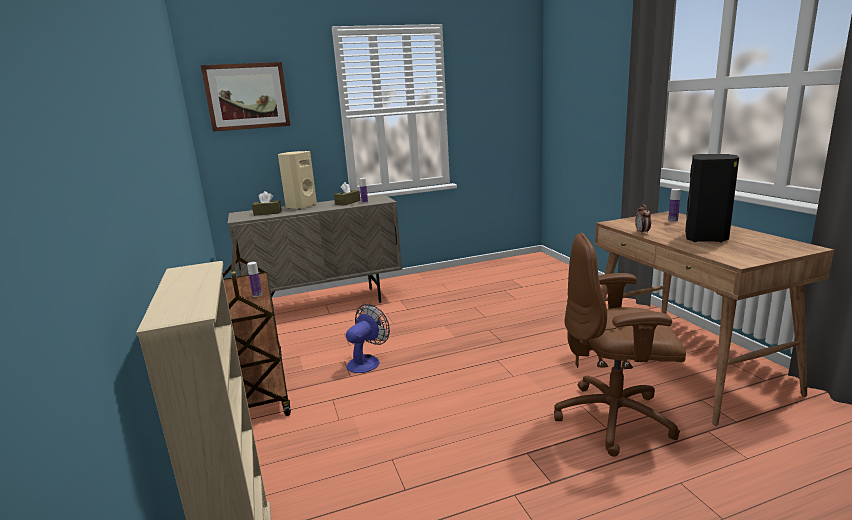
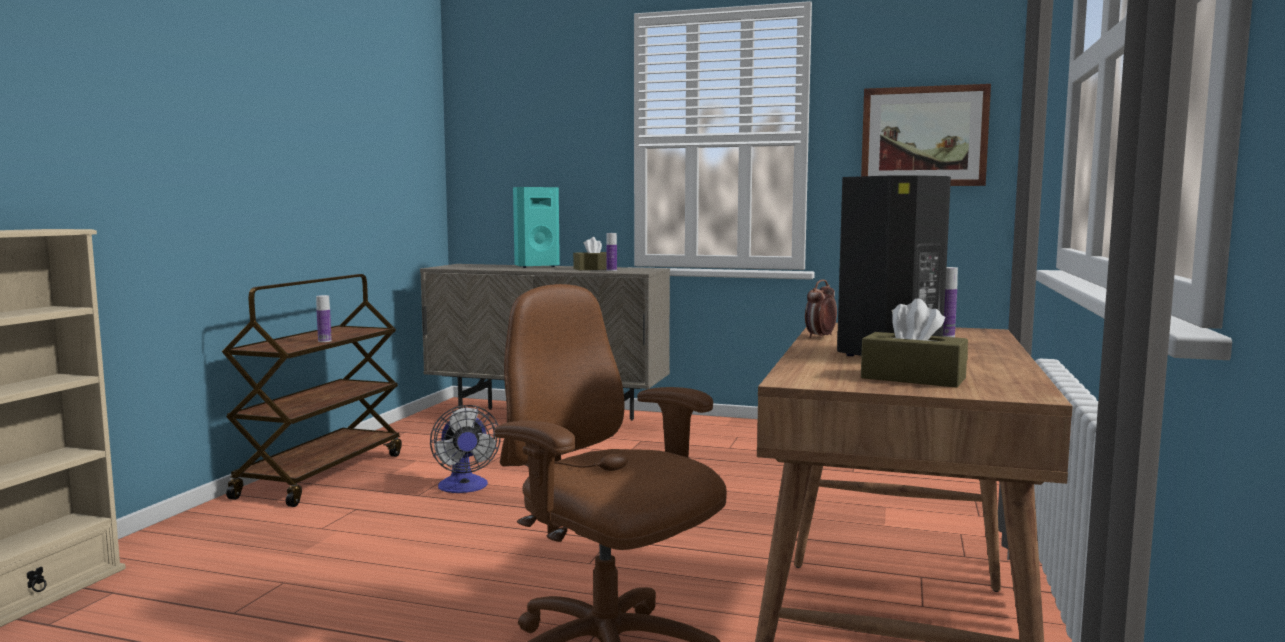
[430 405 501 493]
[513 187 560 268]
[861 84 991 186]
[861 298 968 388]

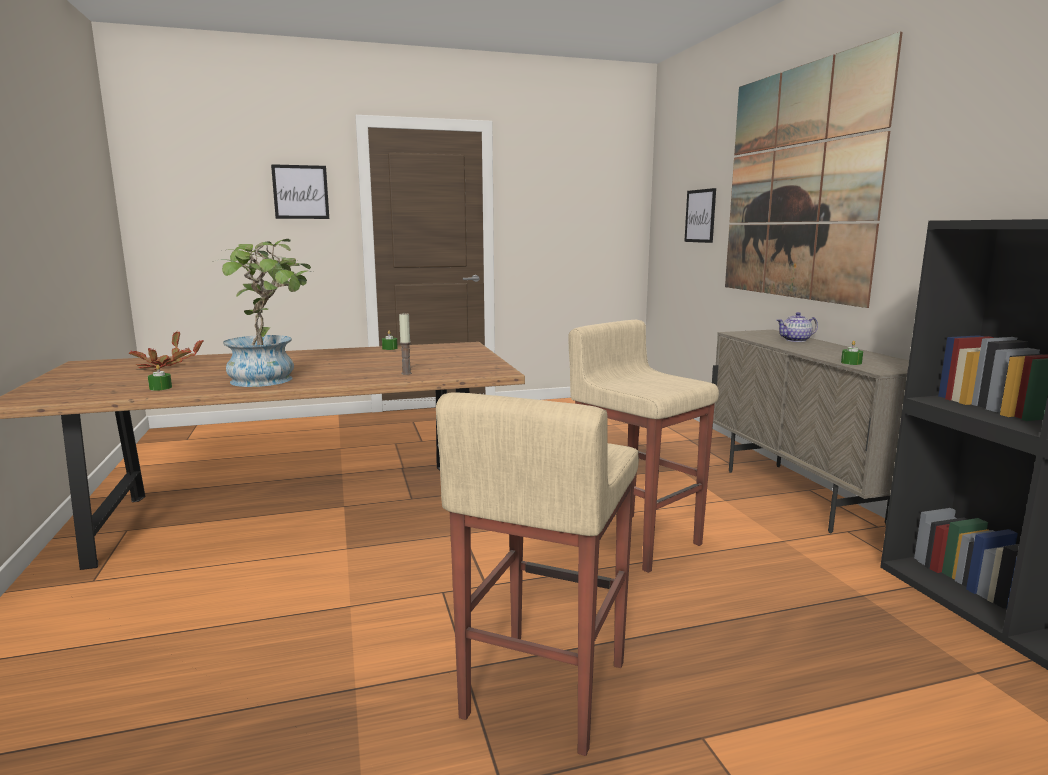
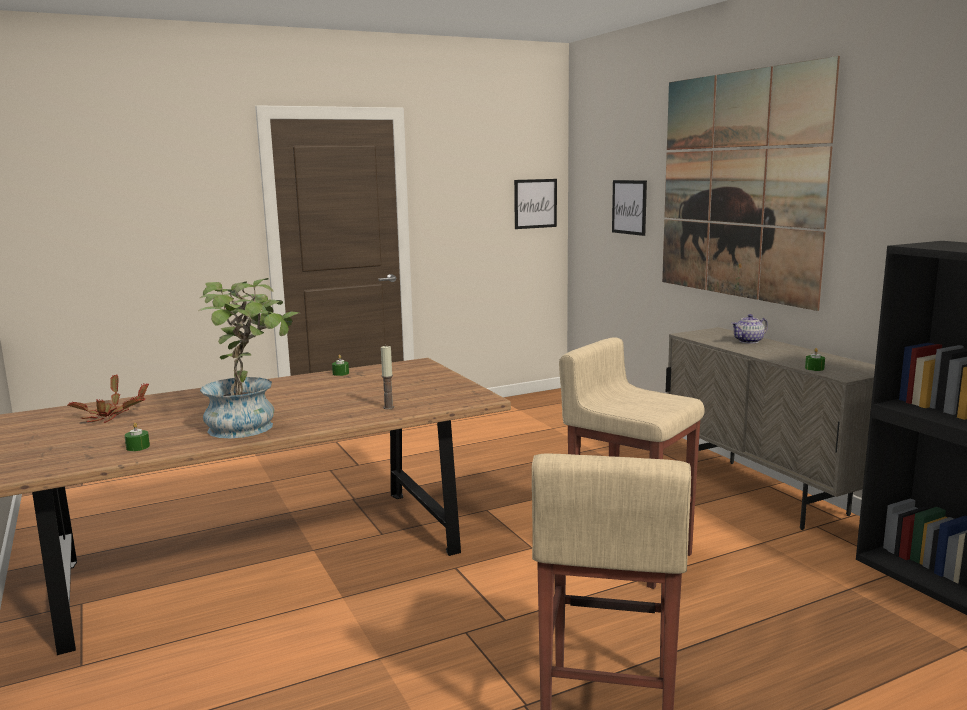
[514 179 557 229]

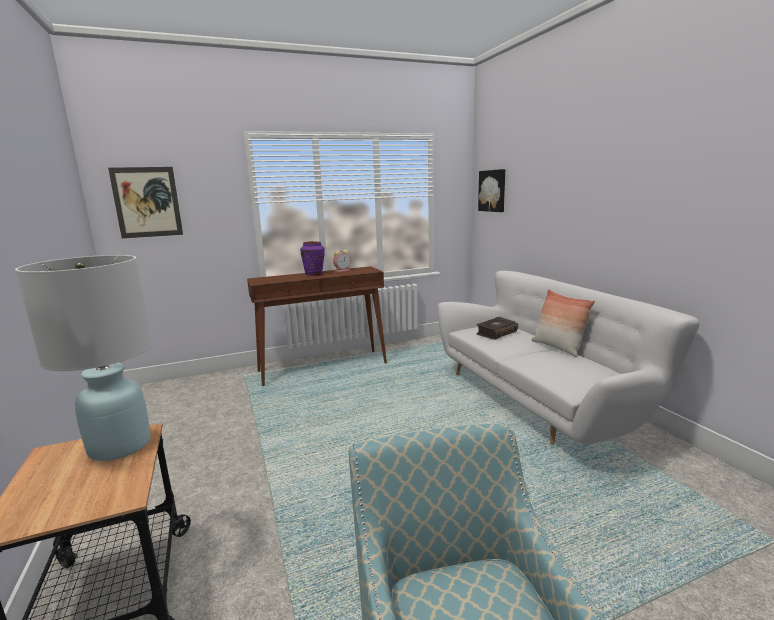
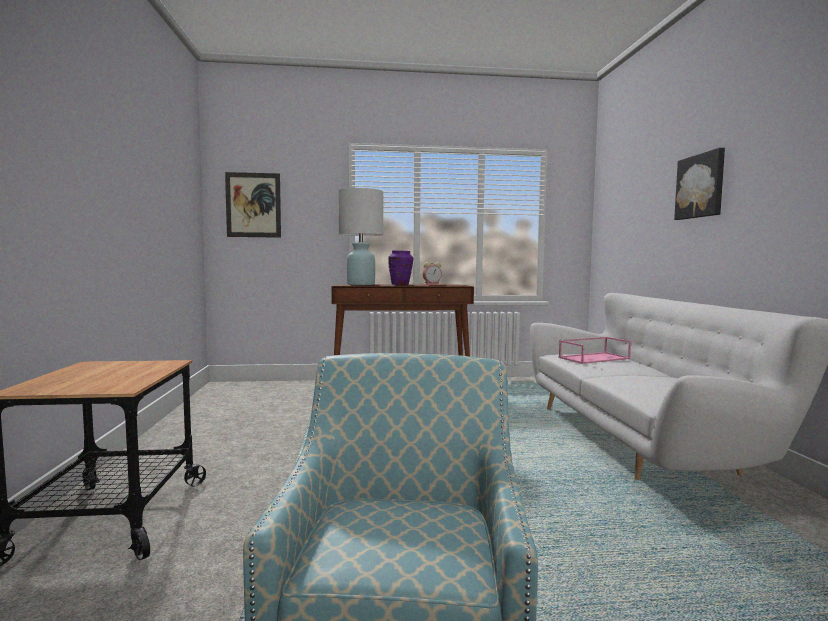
[338 188 383 285]
[559 337 631 364]
[674 148 725 220]
[531 289 595 357] (first image)

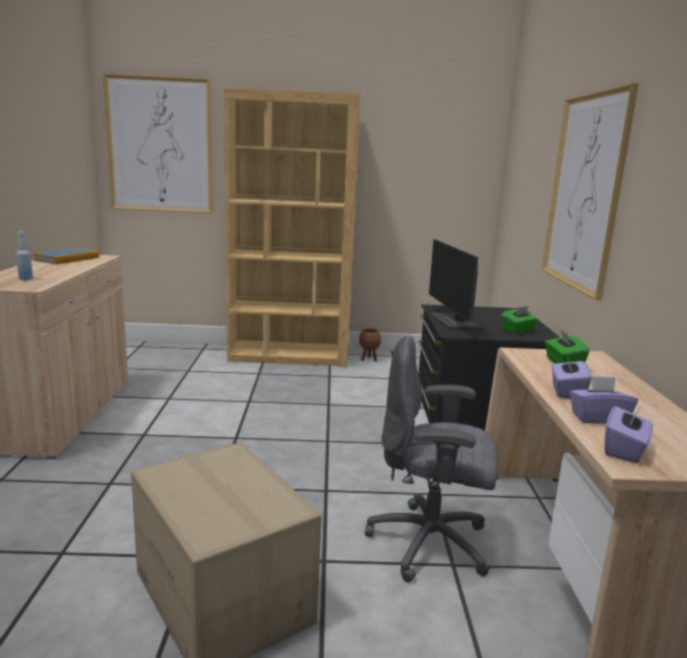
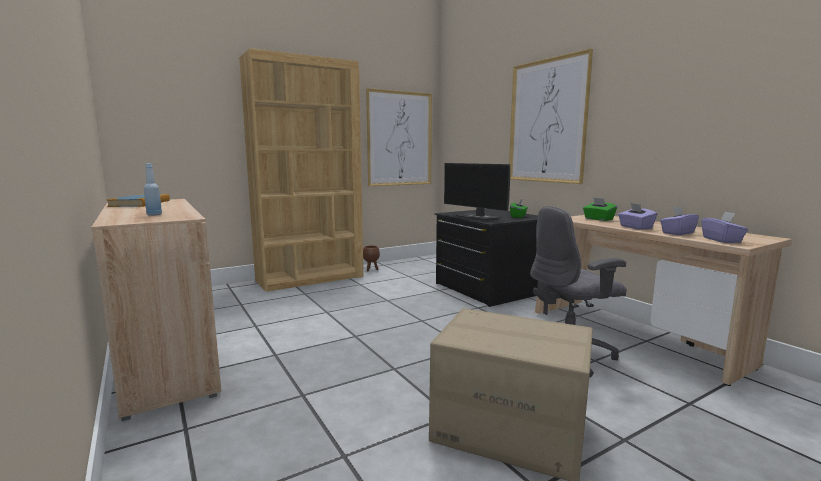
[366 88 432 186]

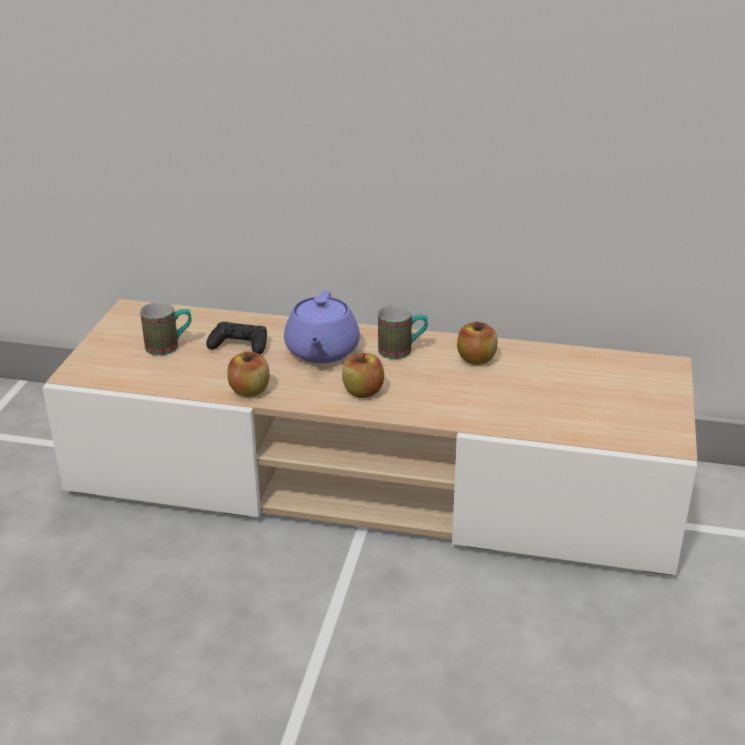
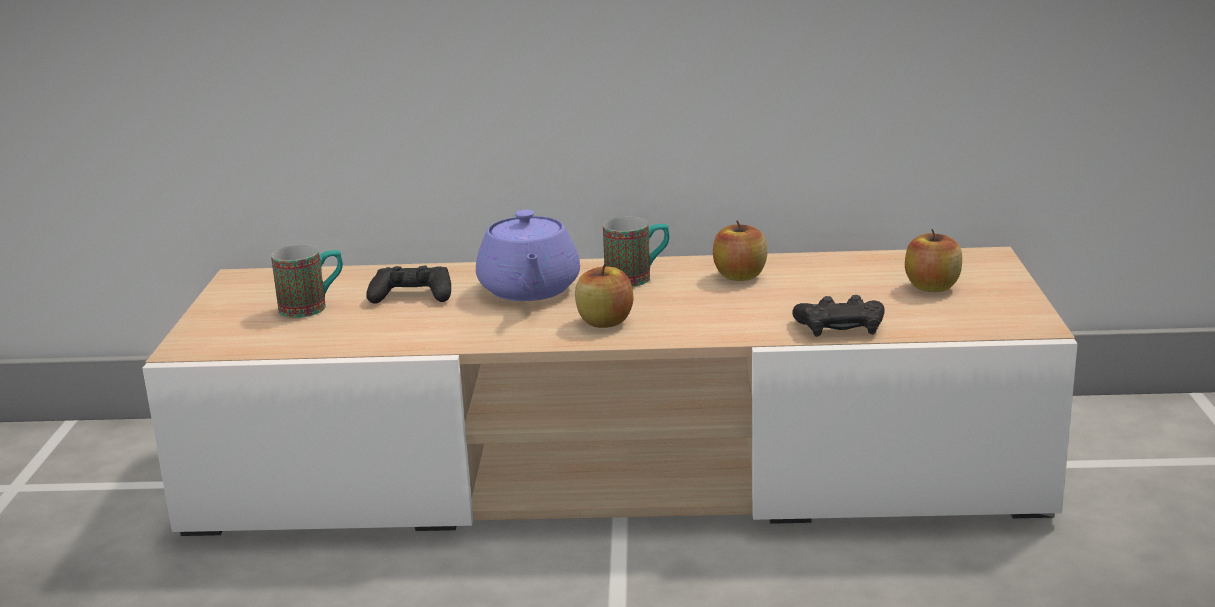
[792 295 885 337]
[905 229 962 292]

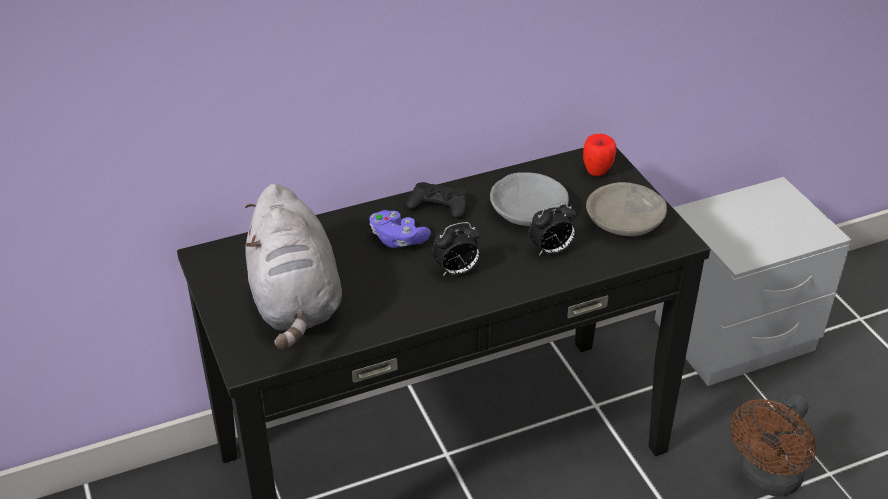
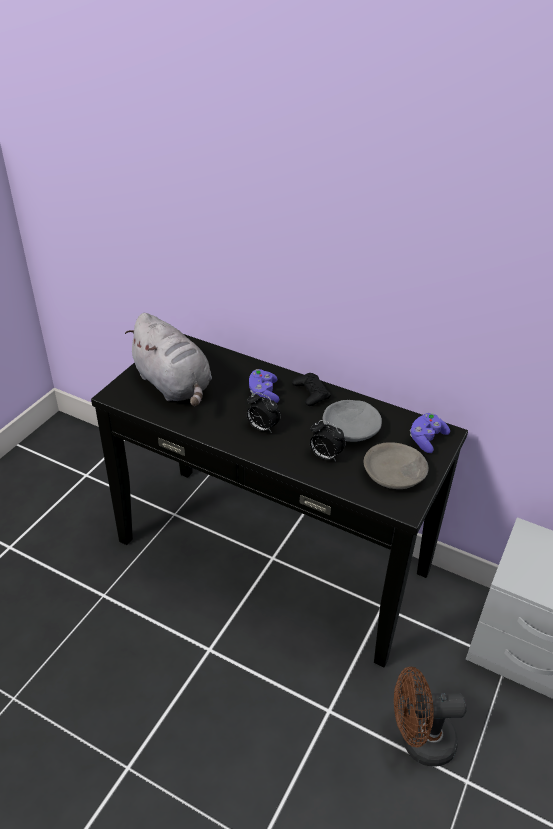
[125 313 212 407]
[410 413 450 453]

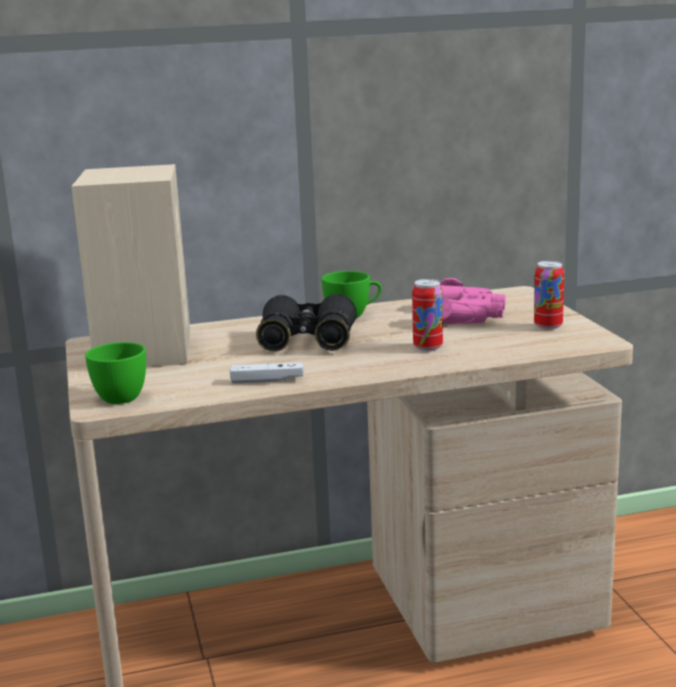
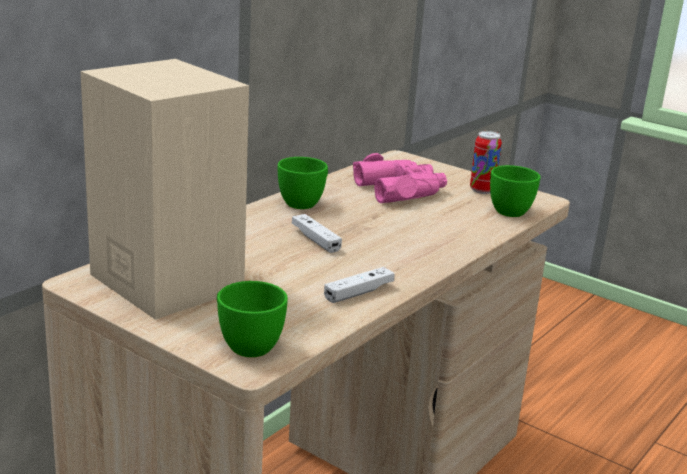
[292 214 342 253]
[490 165 541 217]
[412 279 443 351] (first image)

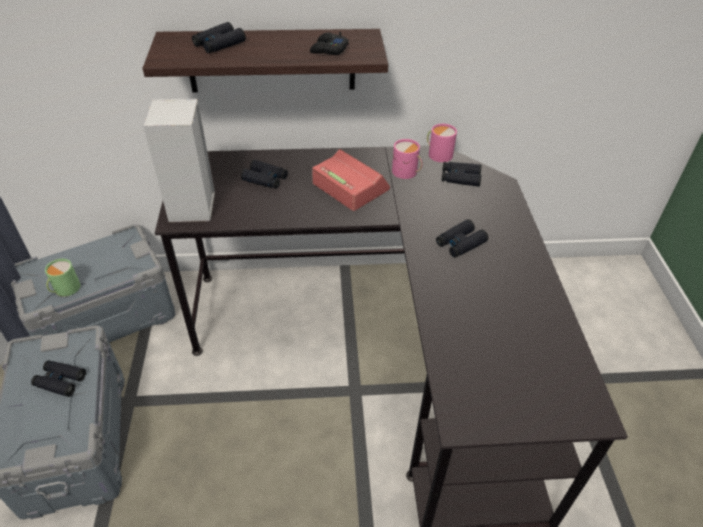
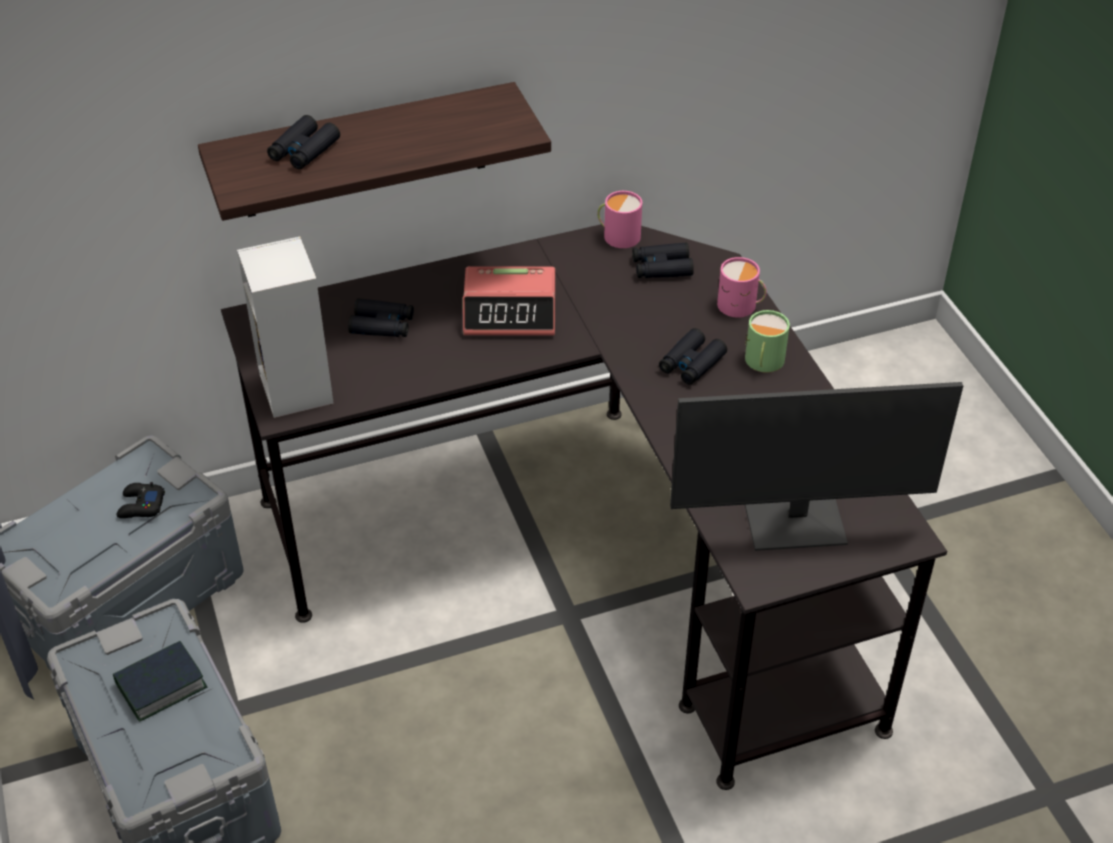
[113 641 207 722]
[117 482 165 518]
[463 266 555 336]
[670 382 963 551]
[717 257 767 318]
[745 310 790 373]

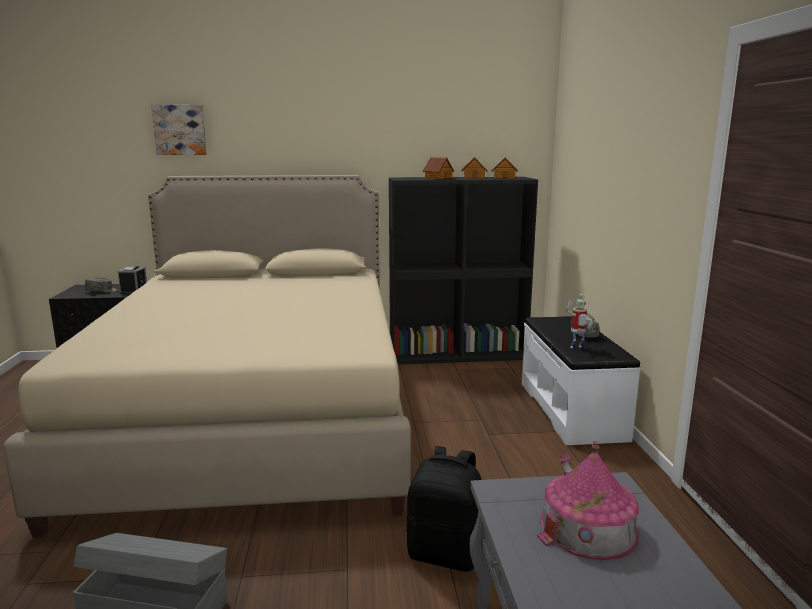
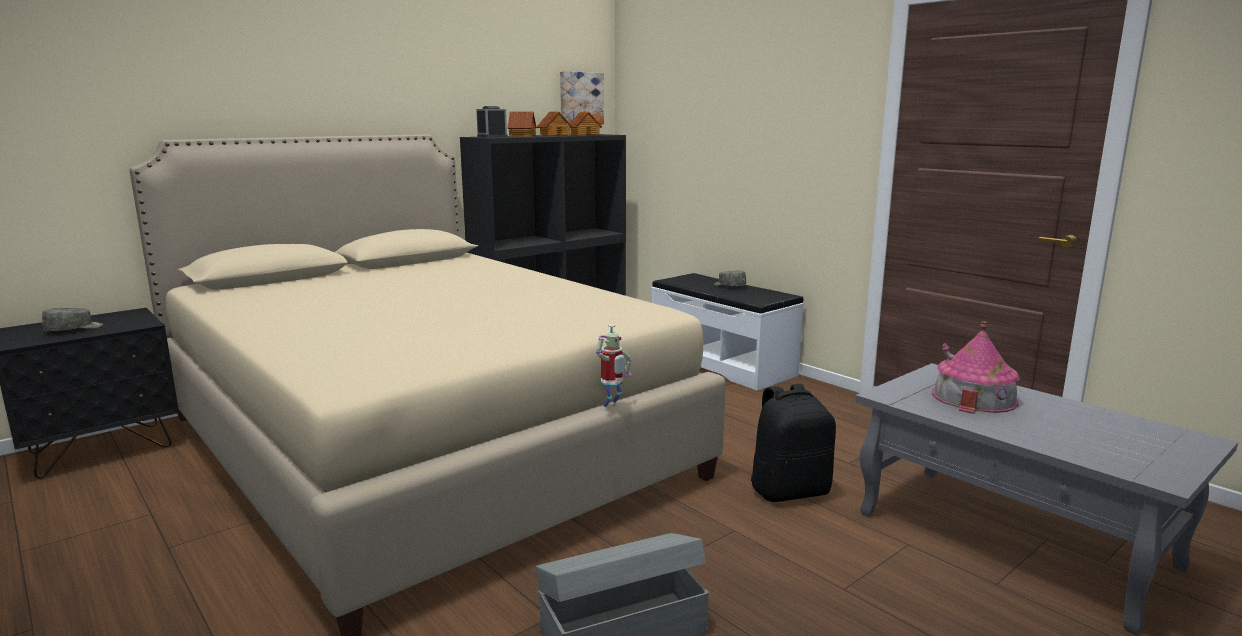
[476 106 508 138]
[560 71 604 124]
[596 324 631 411]

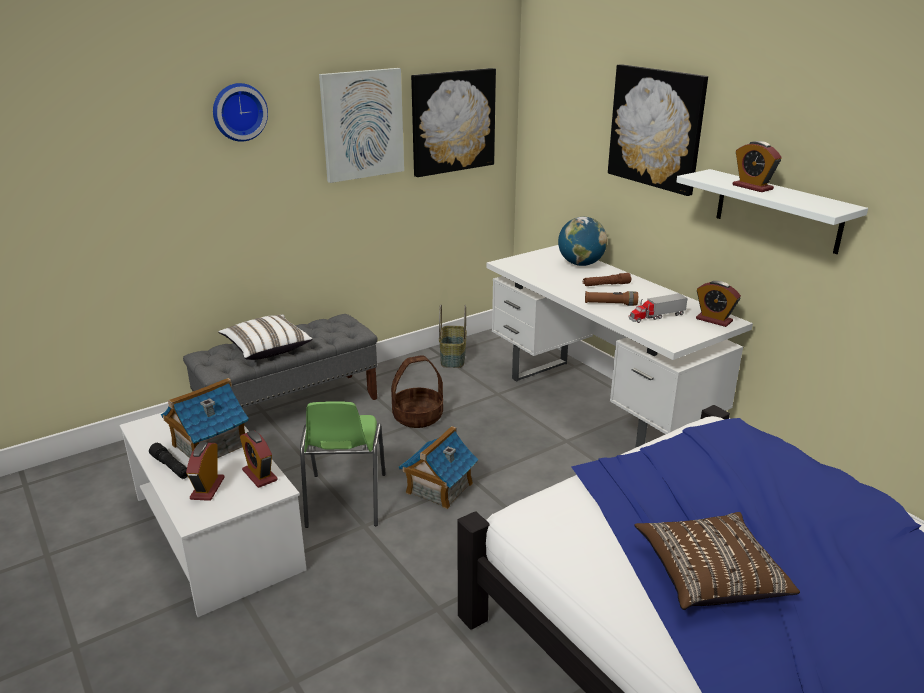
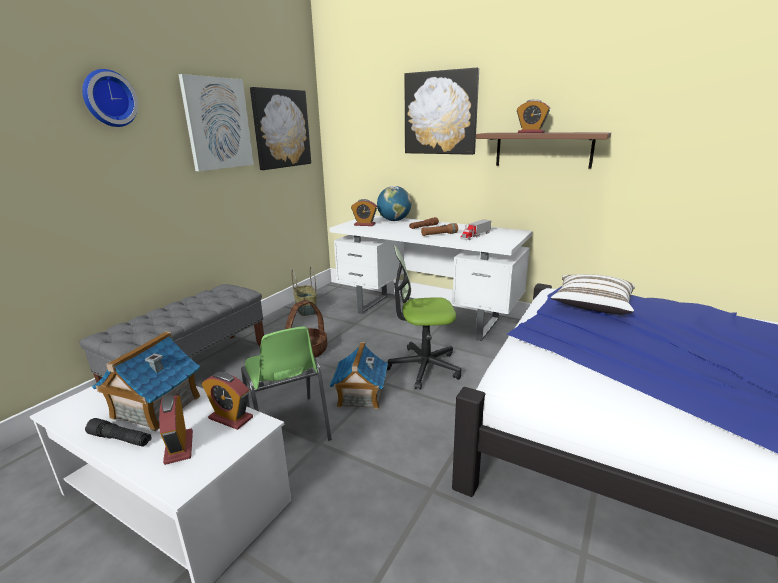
[351 199 377 226]
[386 246 461 390]
[476 132 611 169]
[551 274 635 315]
[634 512 800 610] (first image)

